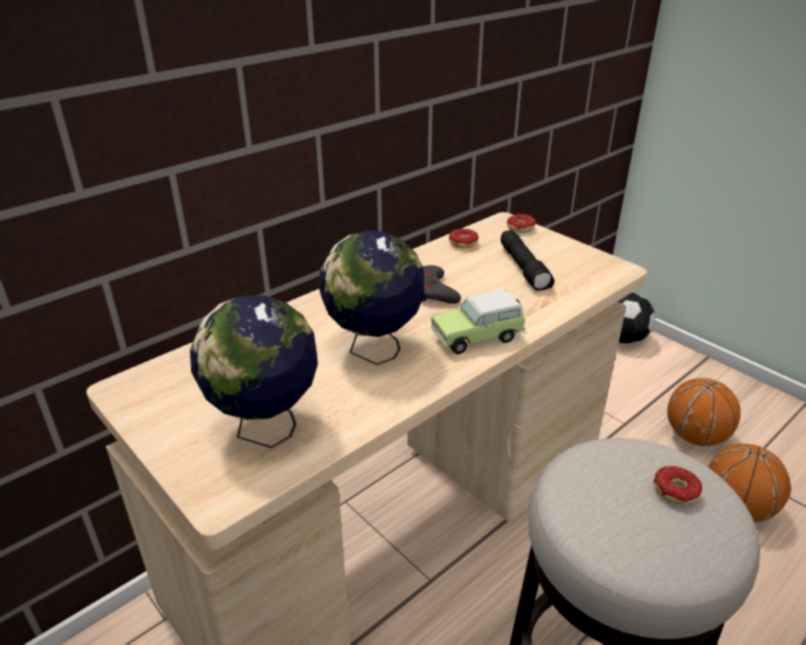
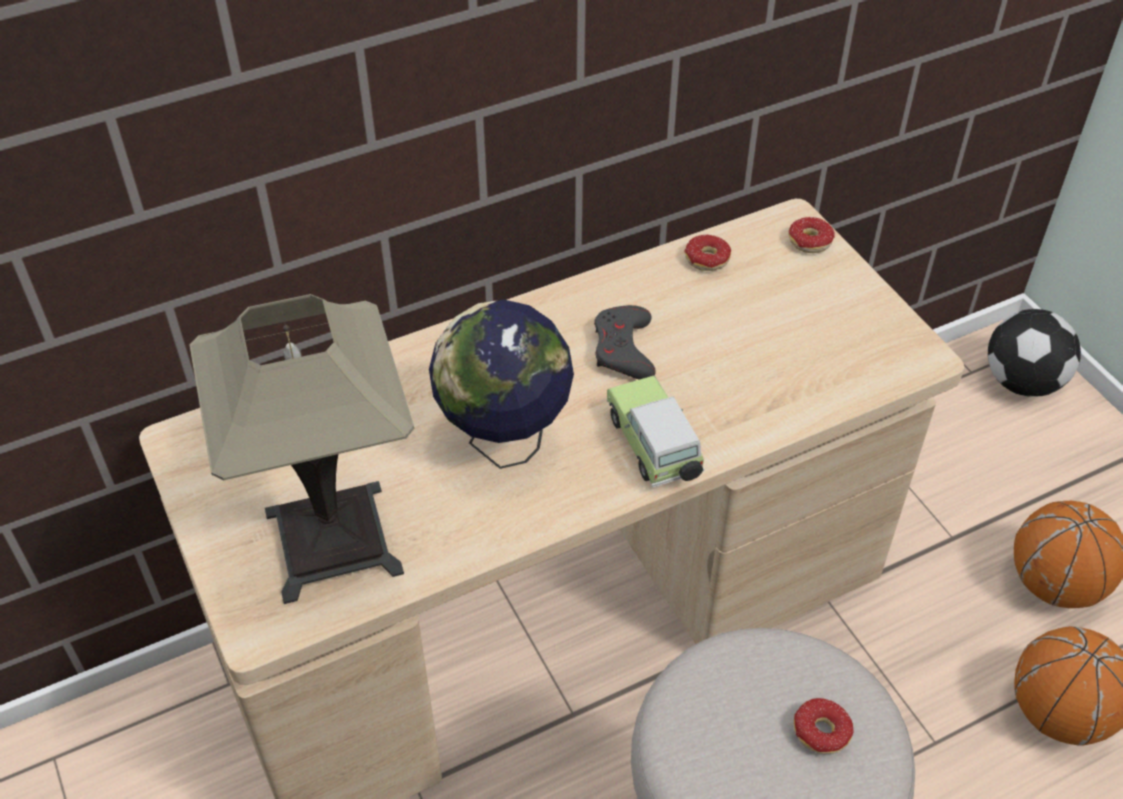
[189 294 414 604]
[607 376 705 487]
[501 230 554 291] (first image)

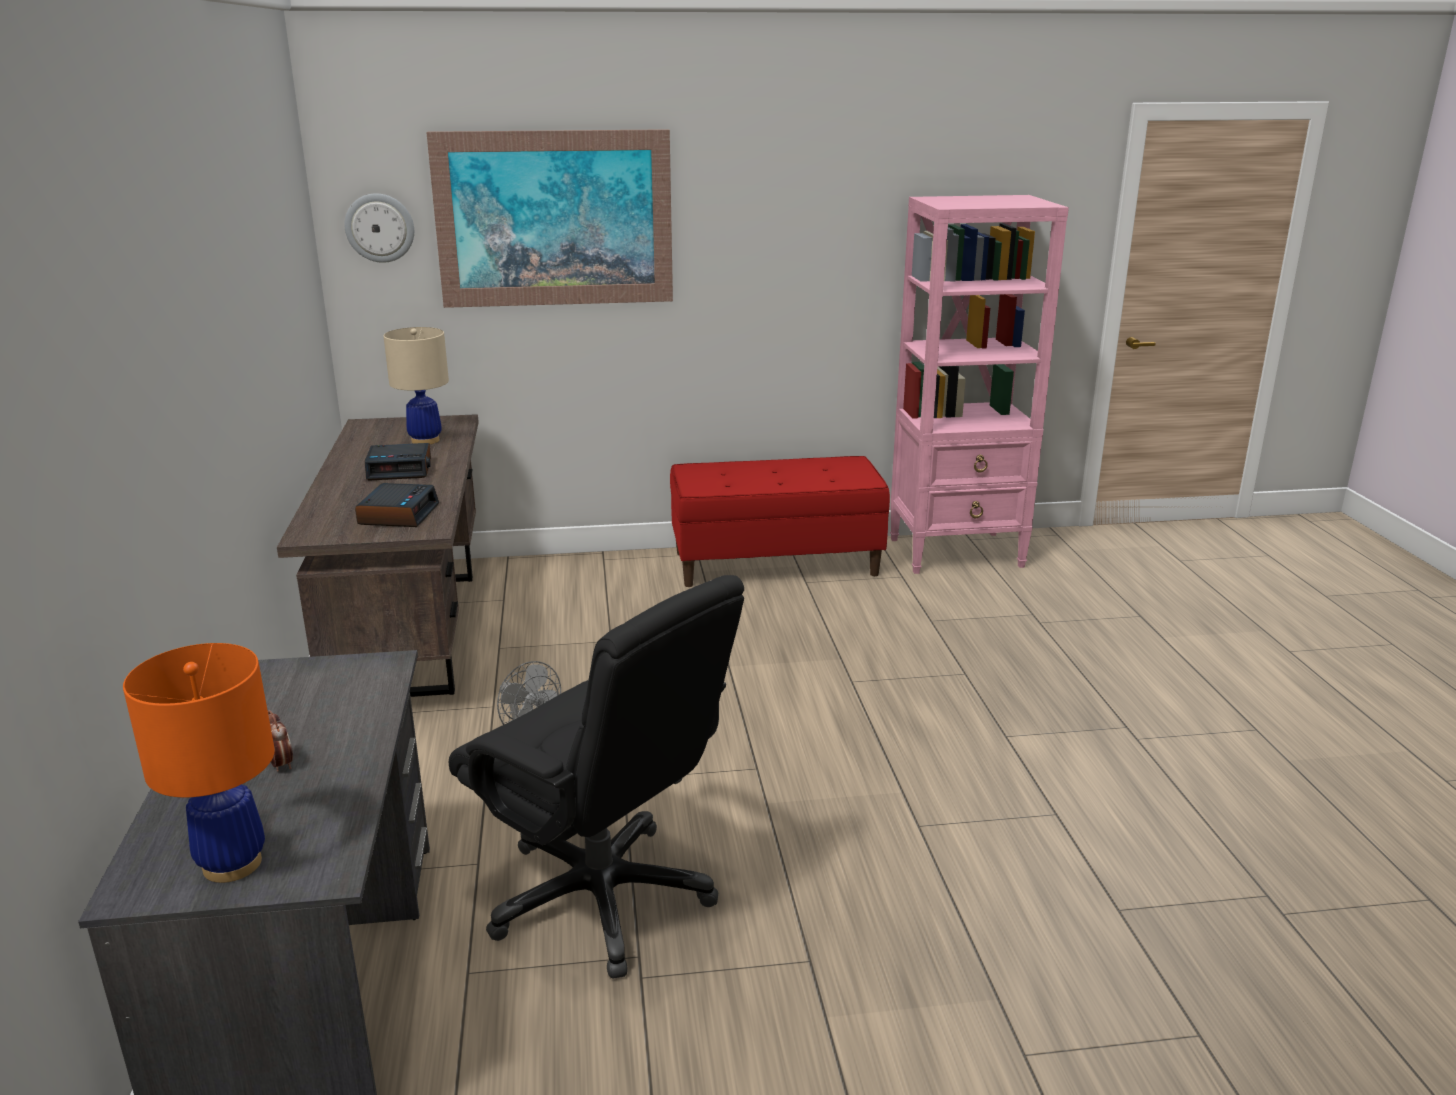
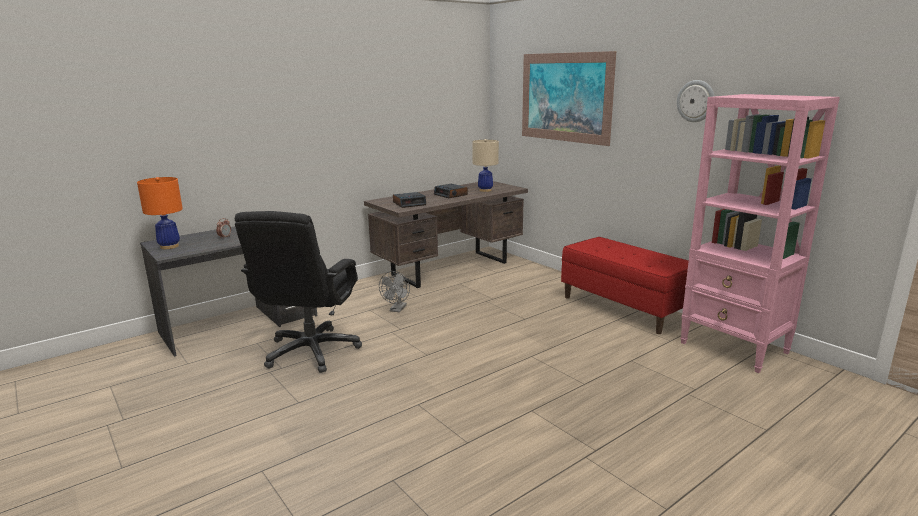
[677 80 715 122]

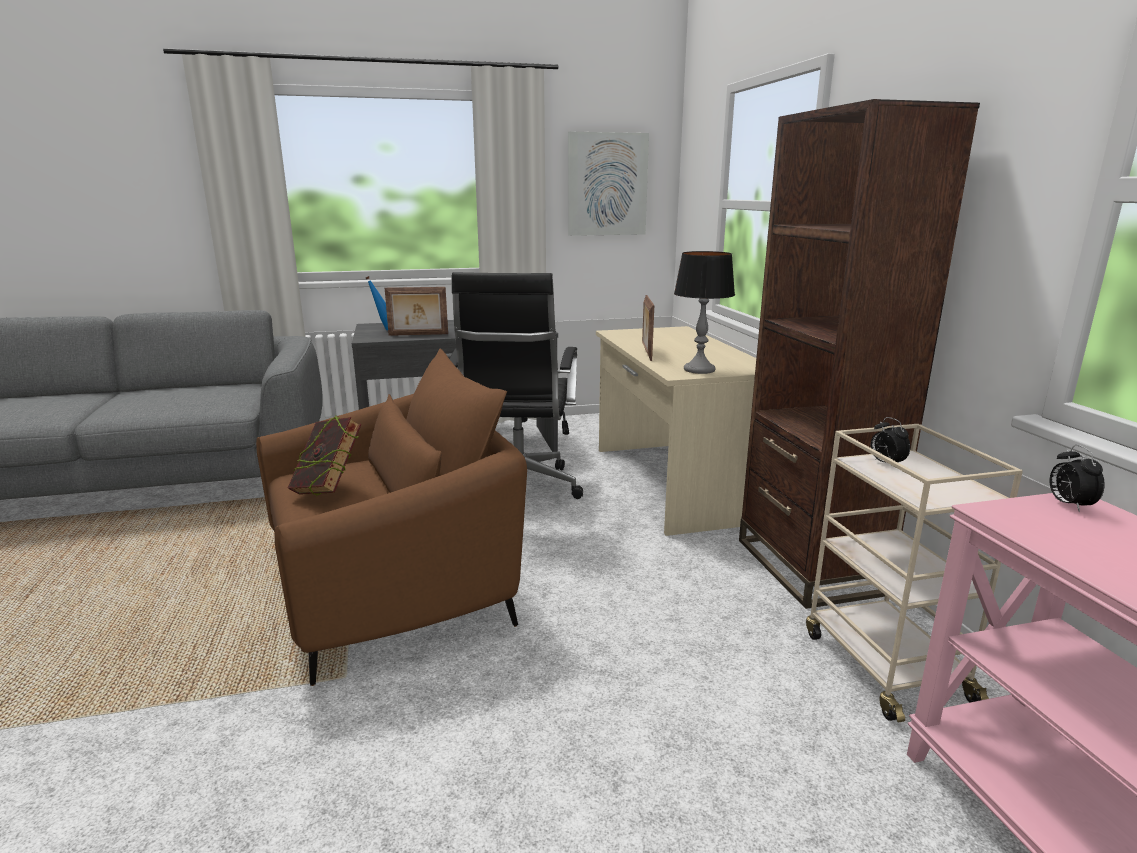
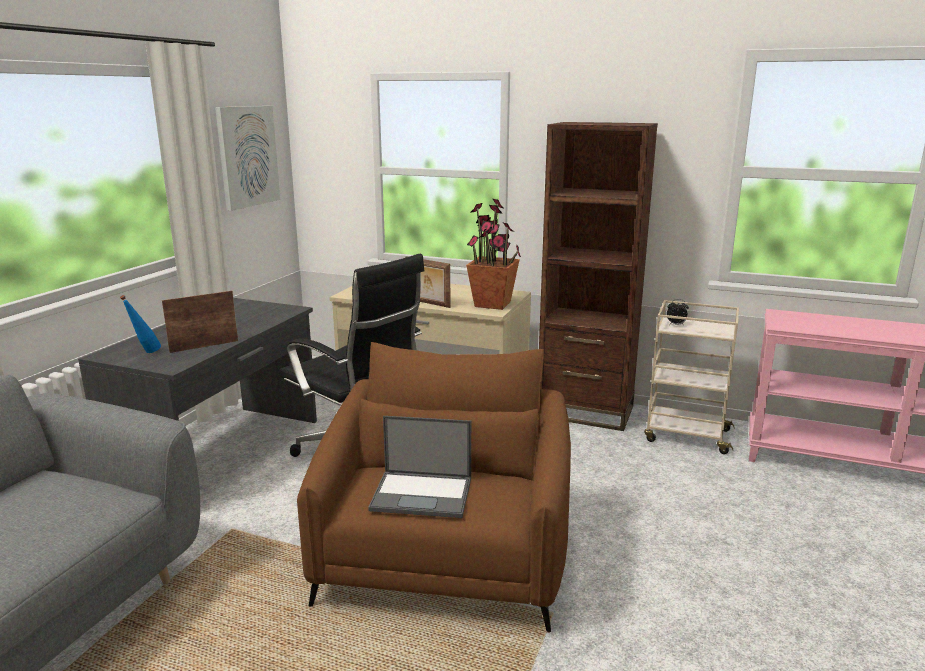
[162 291 238 353]
[368 416 471 518]
[466 198 521 310]
[1049 445 1105 512] (first image)

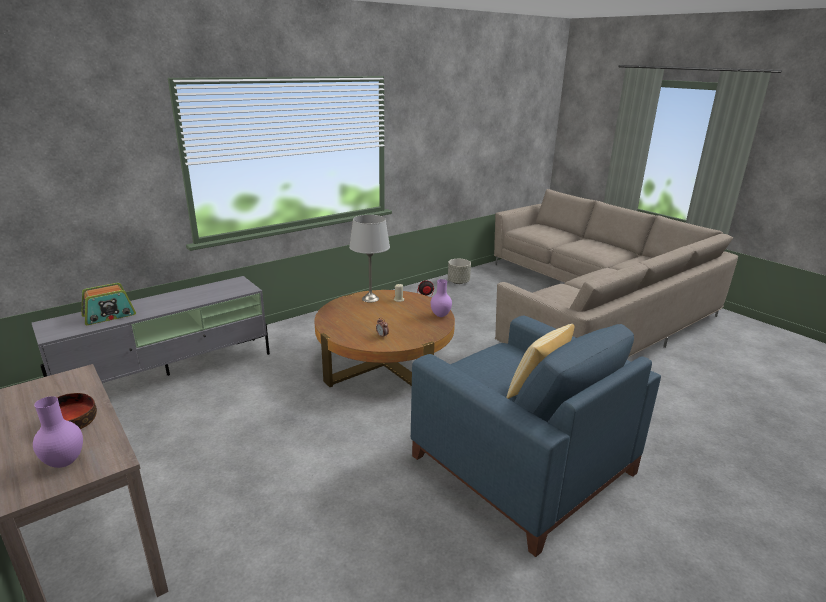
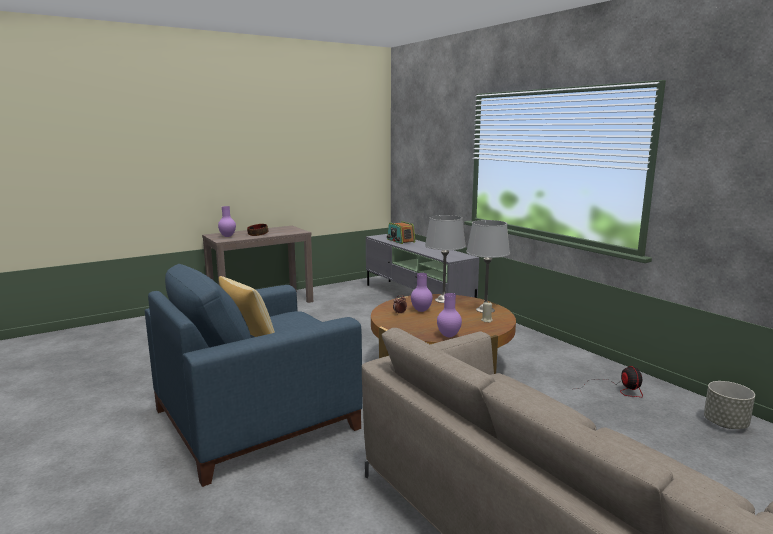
[411 273 433 312]
[425 215 466 303]

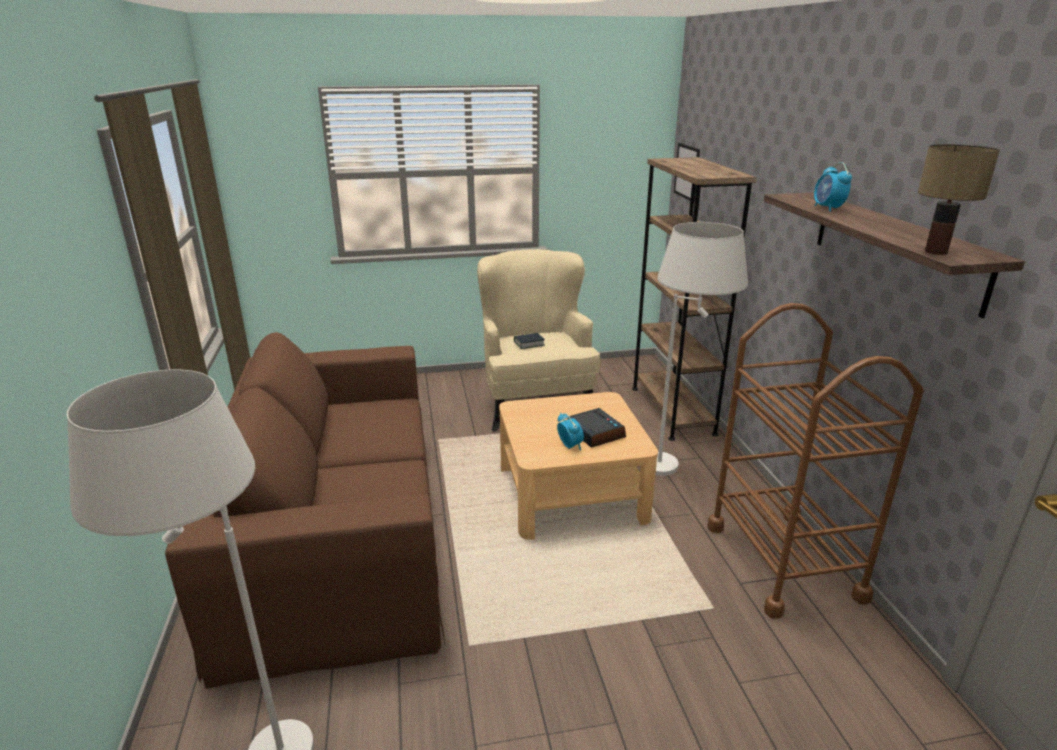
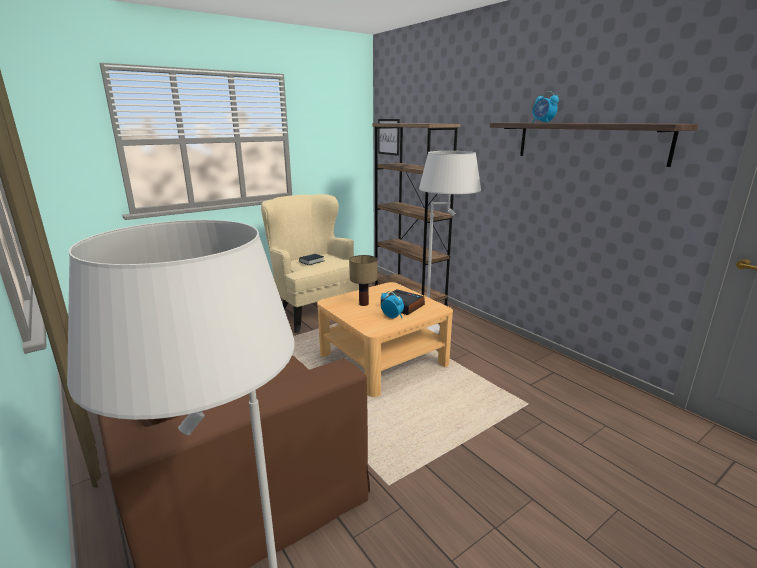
[349 255 377 306]
[707 303 923 619] (first image)

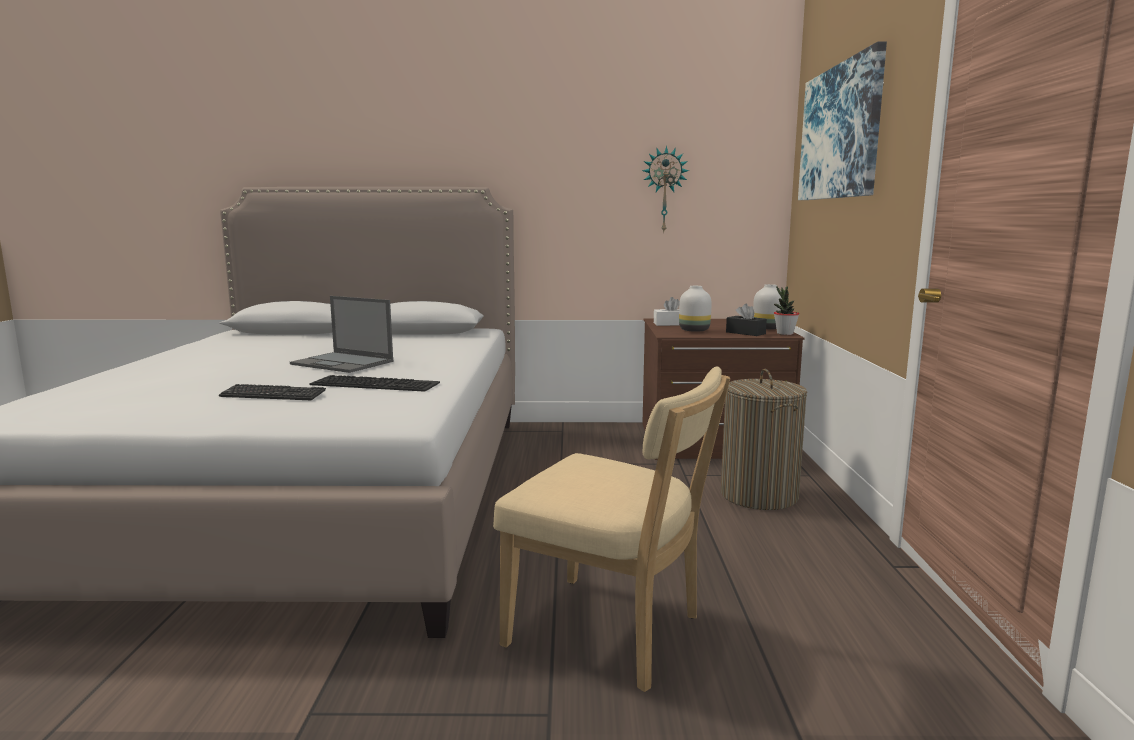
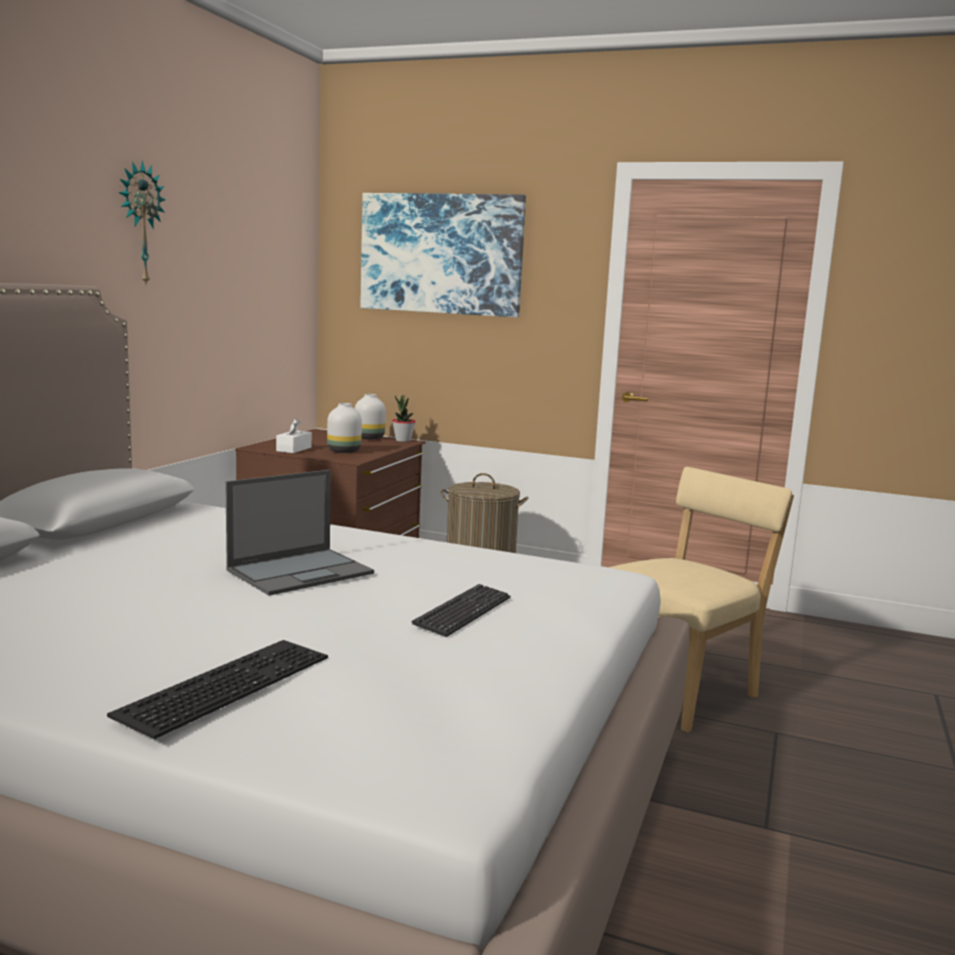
[107 640 328 739]
[119 161 166 285]
[726 304 767 336] (first image)

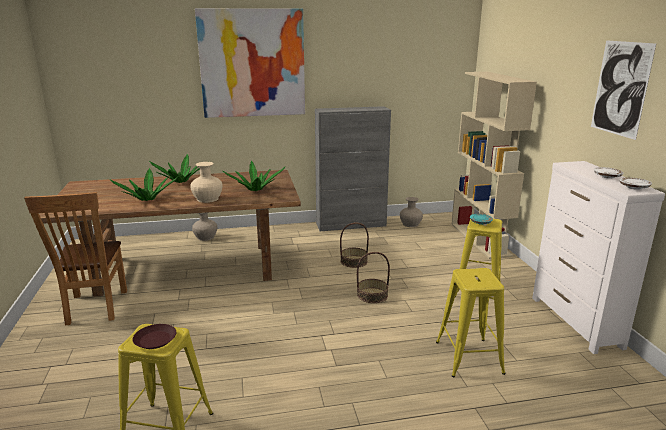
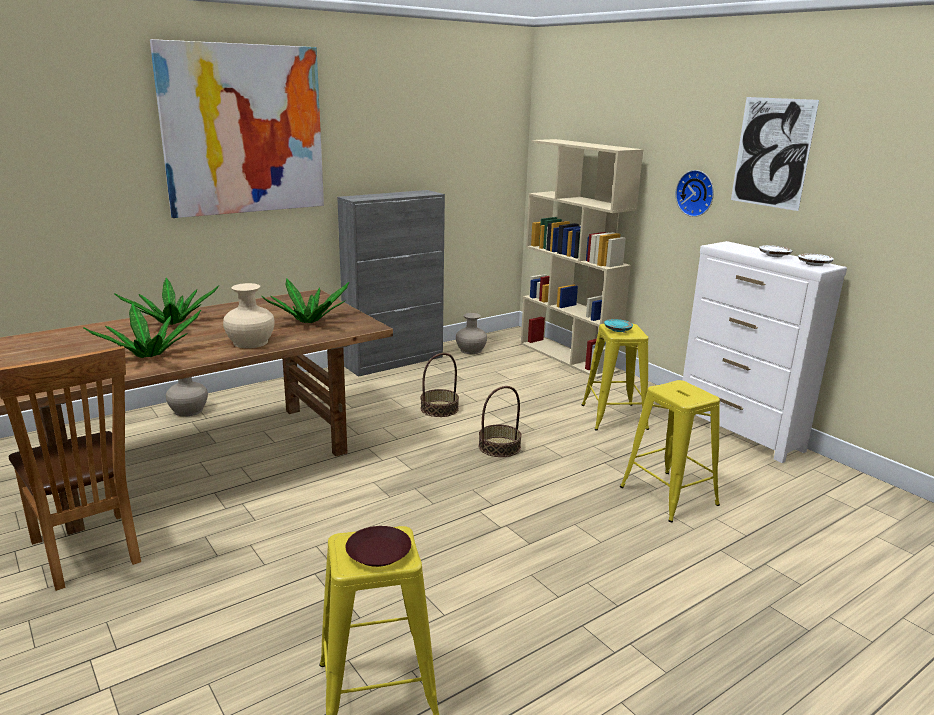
[675 170 714 217]

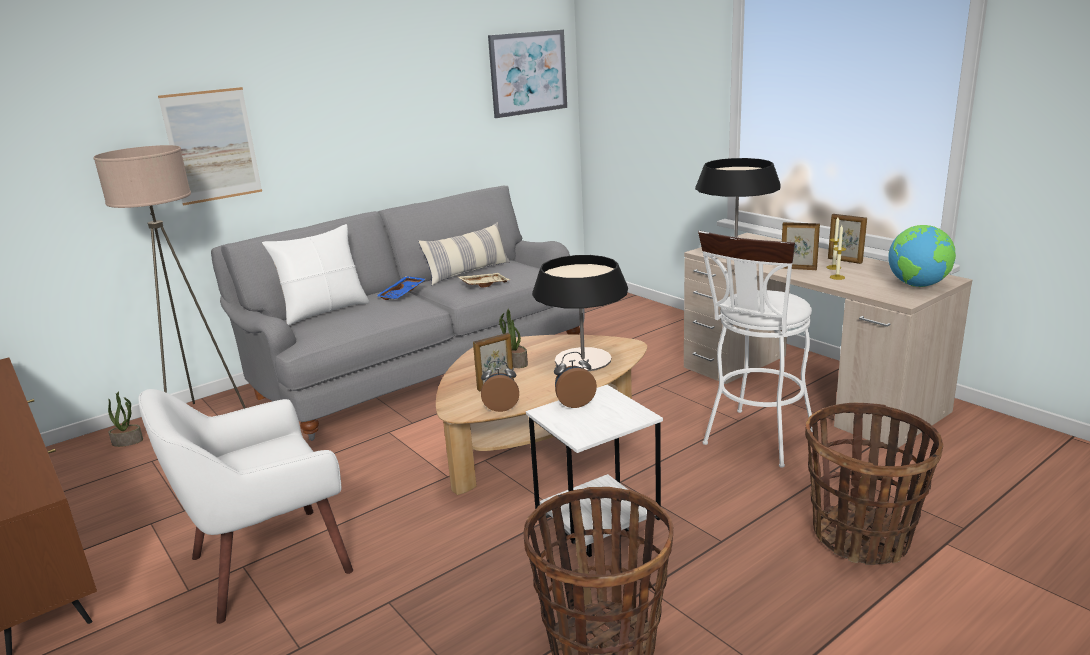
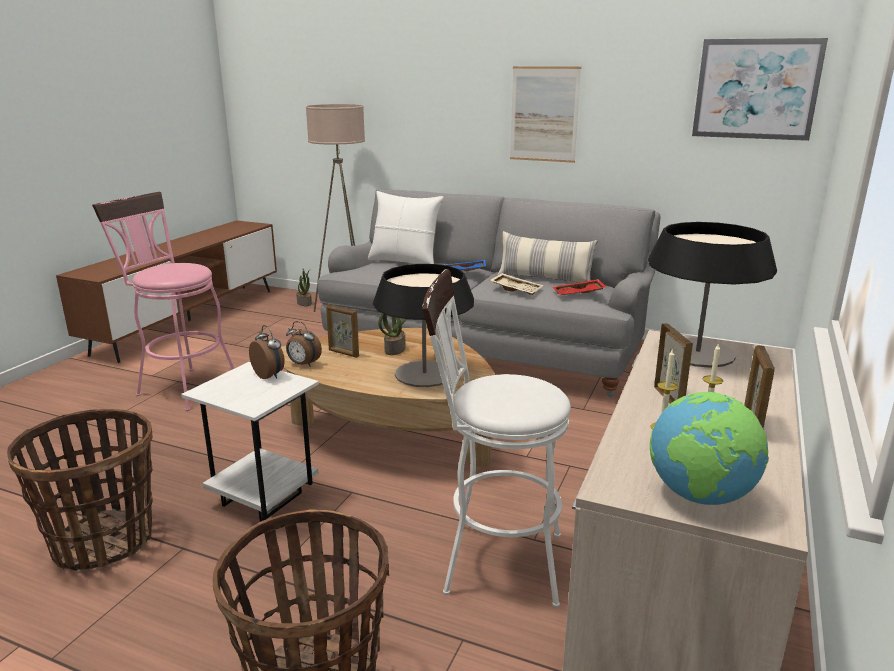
[92 192 235 411]
[286 321 322 367]
[510 66 581 163]
[553 279 607 295]

